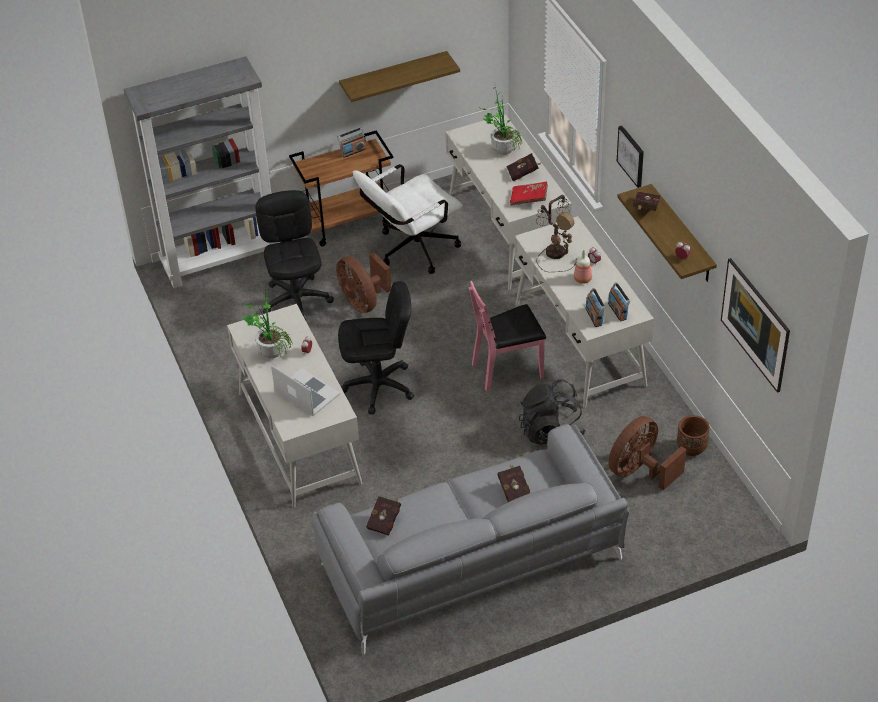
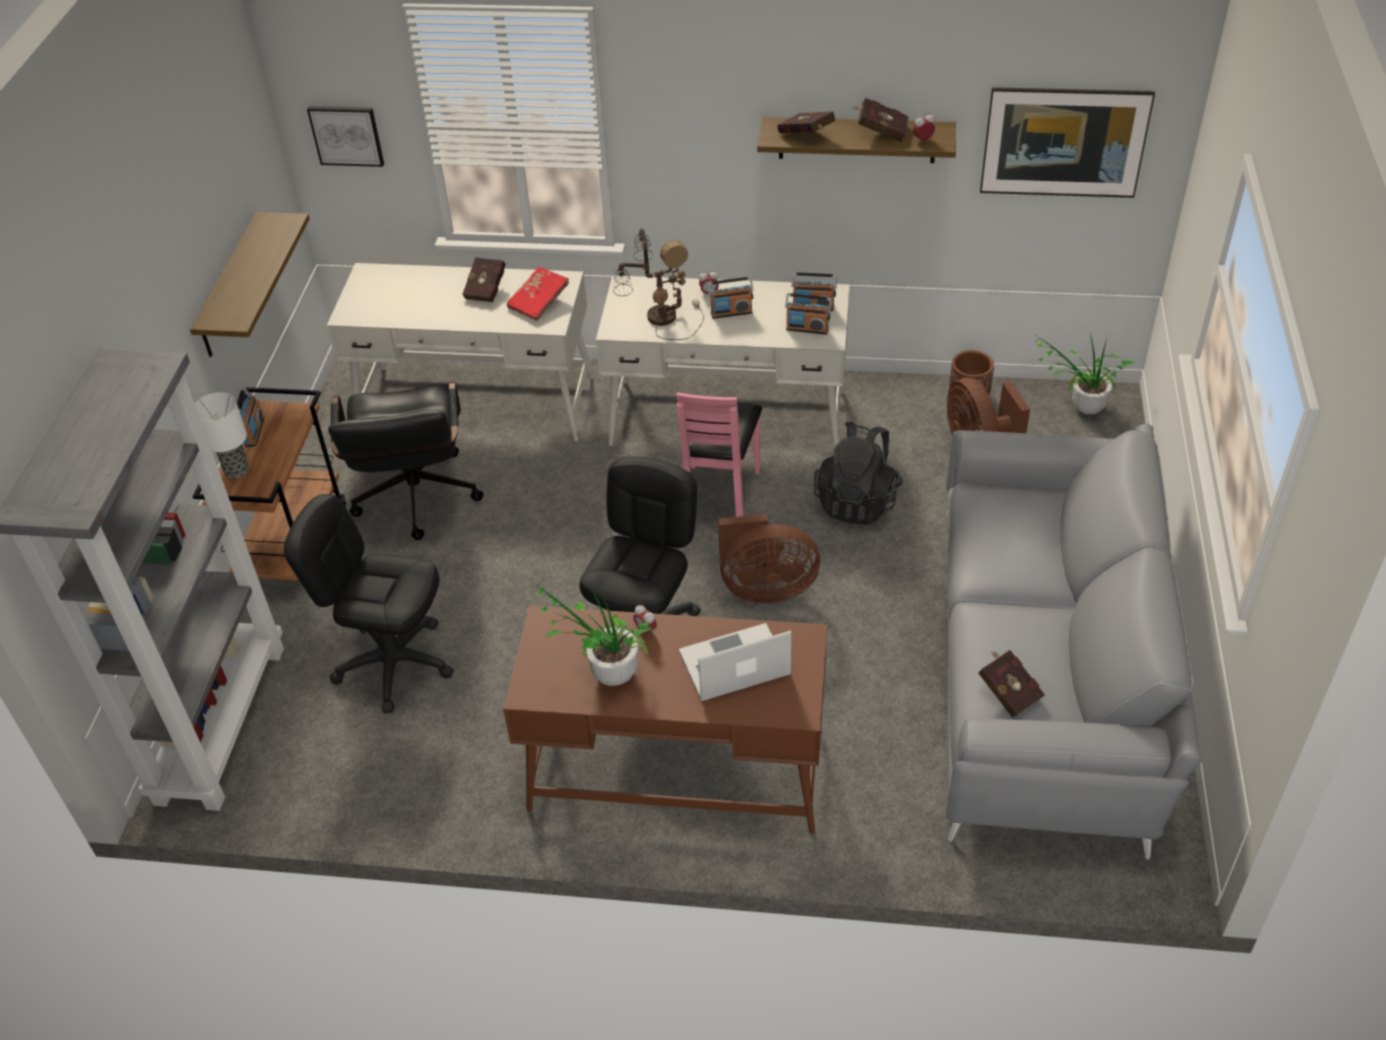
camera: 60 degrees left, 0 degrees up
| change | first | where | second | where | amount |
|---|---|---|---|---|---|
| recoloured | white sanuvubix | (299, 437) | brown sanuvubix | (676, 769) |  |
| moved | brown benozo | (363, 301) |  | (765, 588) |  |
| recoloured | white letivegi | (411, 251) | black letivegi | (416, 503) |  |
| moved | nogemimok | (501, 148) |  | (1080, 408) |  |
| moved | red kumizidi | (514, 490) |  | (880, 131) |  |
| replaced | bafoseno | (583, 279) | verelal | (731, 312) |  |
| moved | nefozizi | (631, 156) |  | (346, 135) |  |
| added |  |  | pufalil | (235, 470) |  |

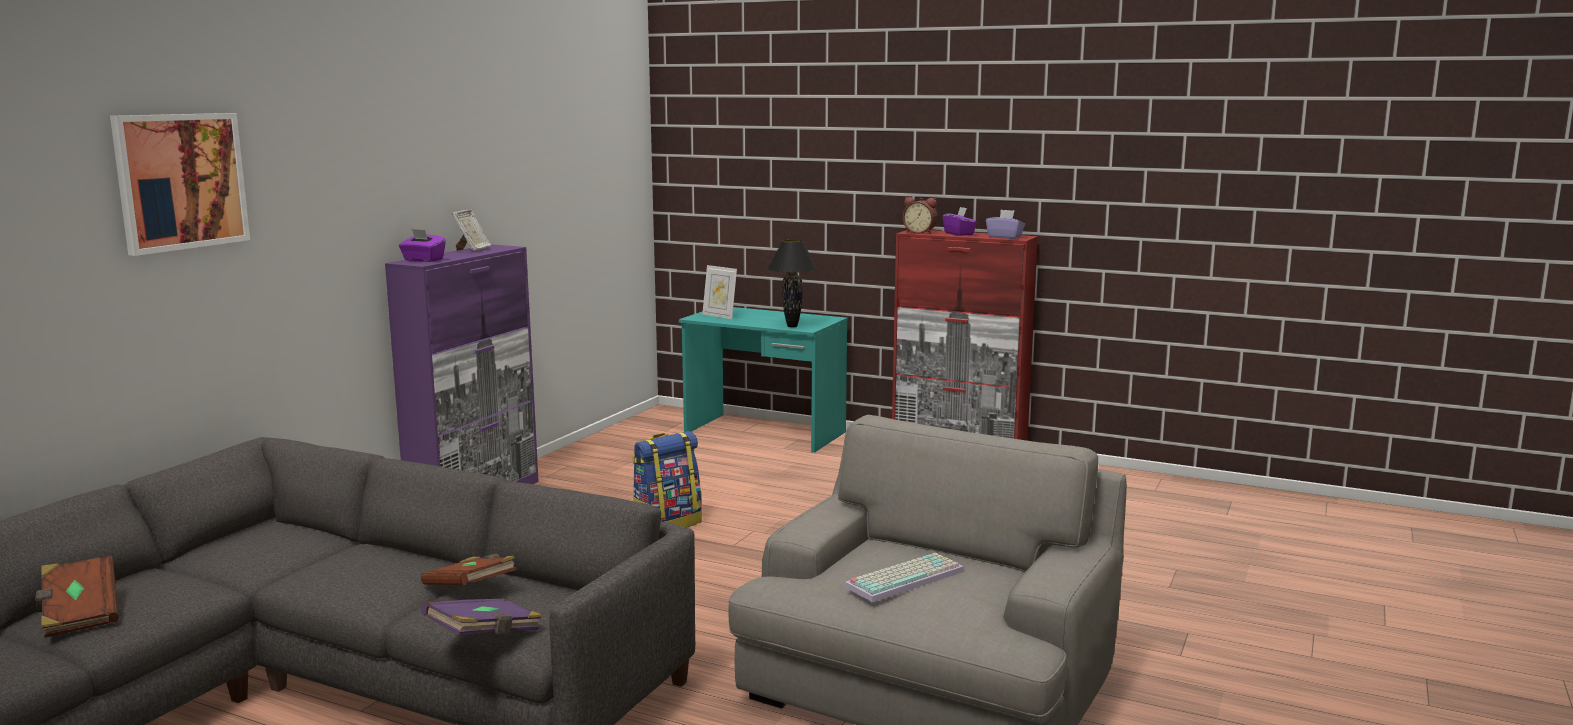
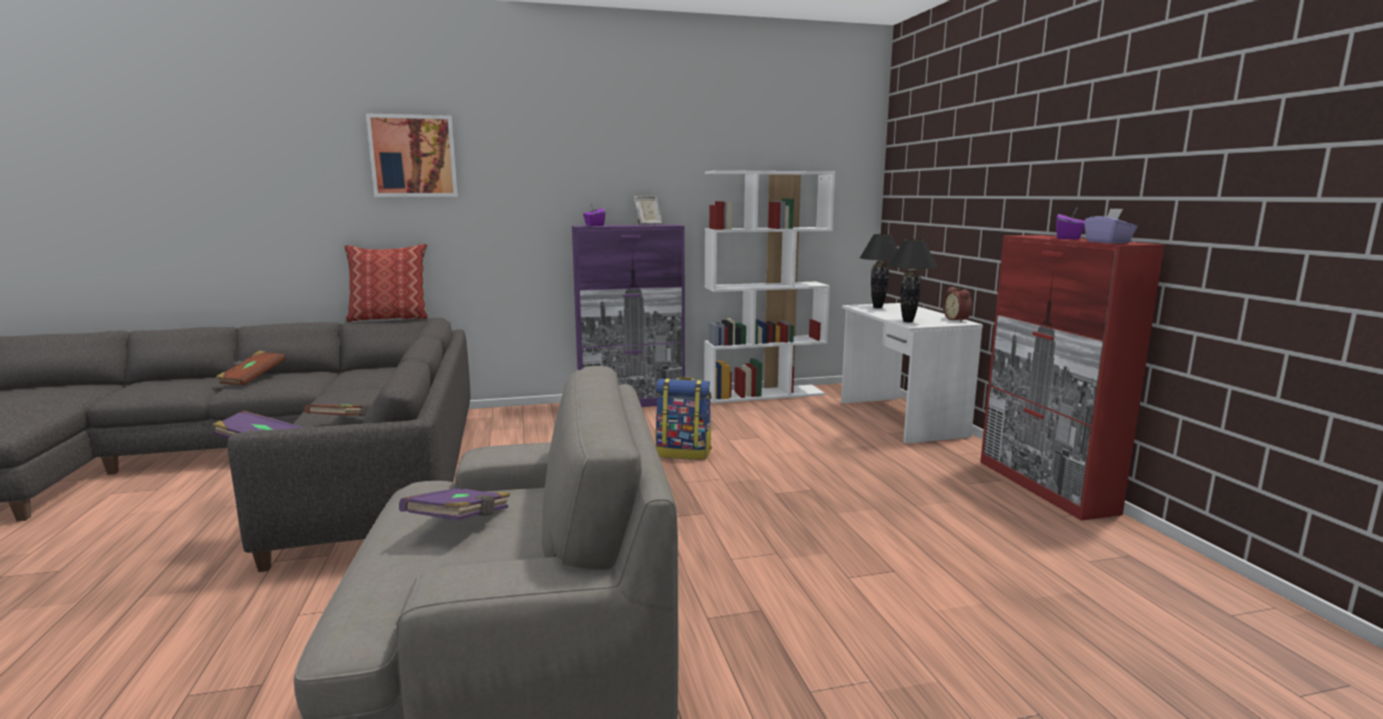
camera: 50 degrees right, 0 degrees up
| change | first | where | second | where | amount |
|---|---|---|---|---|---|
| recoloured | turquoise sanuvubix | (764, 433) | white sanuvubix | (899, 419) |  |
| replaced | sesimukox | (719, 316) | black pufalil | (878, 307) |  |
| replaced | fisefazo | (904, 578) | purple kumizidi | (461, 522) |  |
| moved | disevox | (920, 232) |  | (957, 319) |  |
| added |  |  | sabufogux | (390, 318) |  |
| added |  |  | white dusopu | (764, 394) |  |

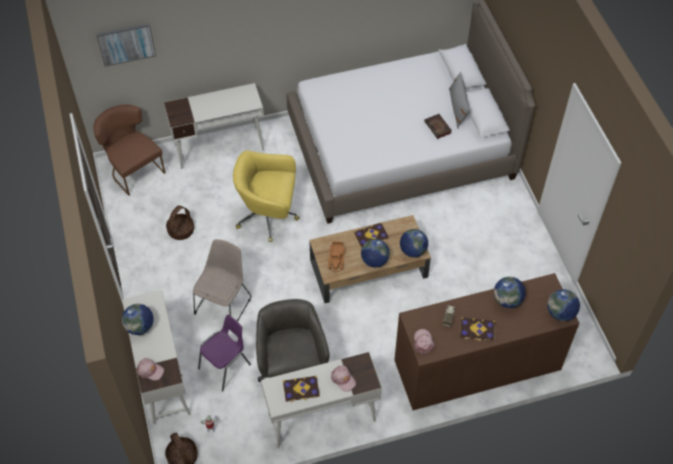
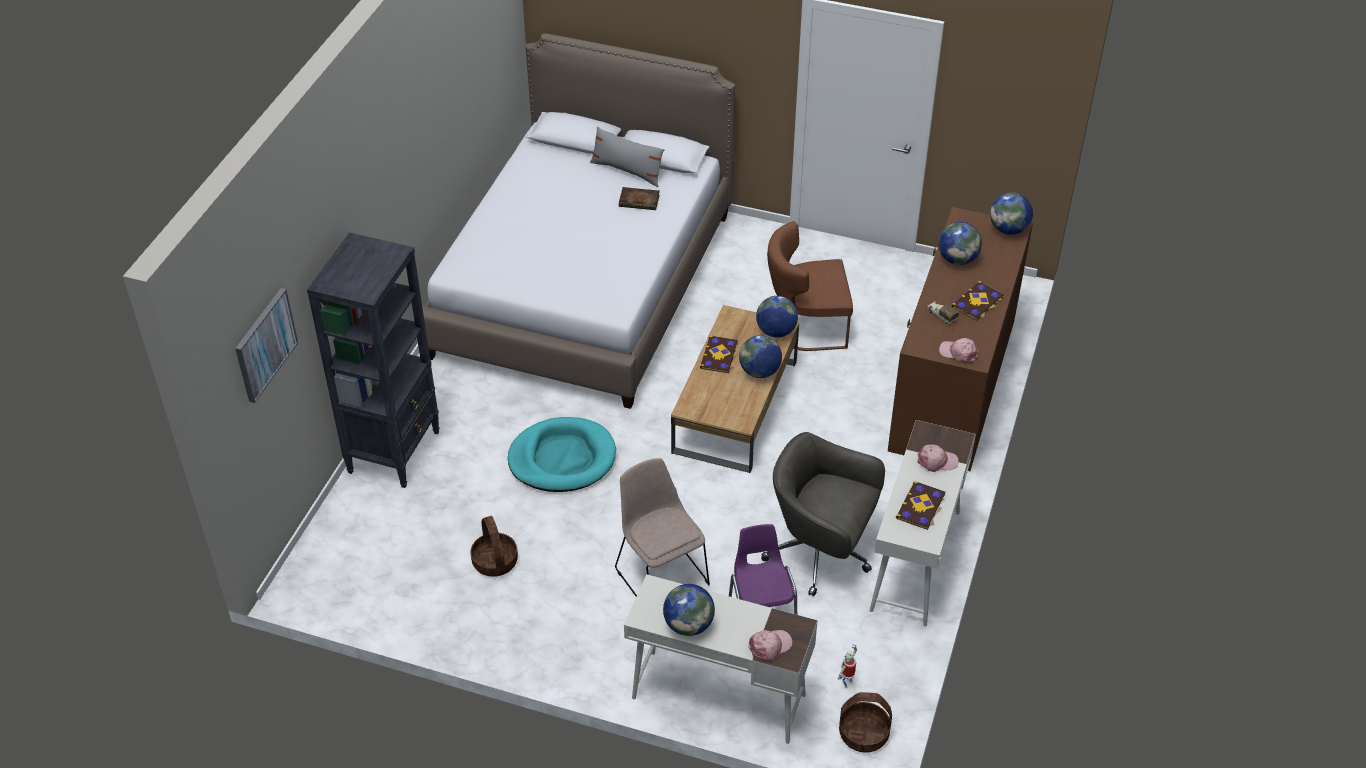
camera: 55 degrees left, 10 degrees down
| change | first | where | second | where | amount |
|---|---|---|---|---|---|
| moved | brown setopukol | (134, 170) |  | (805, 327) |  |
| replaced | white sanuvubix | (220, 147) | black dusopu | (394, 451) |  |
| replaced | yellow letivegi | (269, 216) | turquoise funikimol | (562, 458) |  |
| removed | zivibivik | (337, 258) |  |  |  |

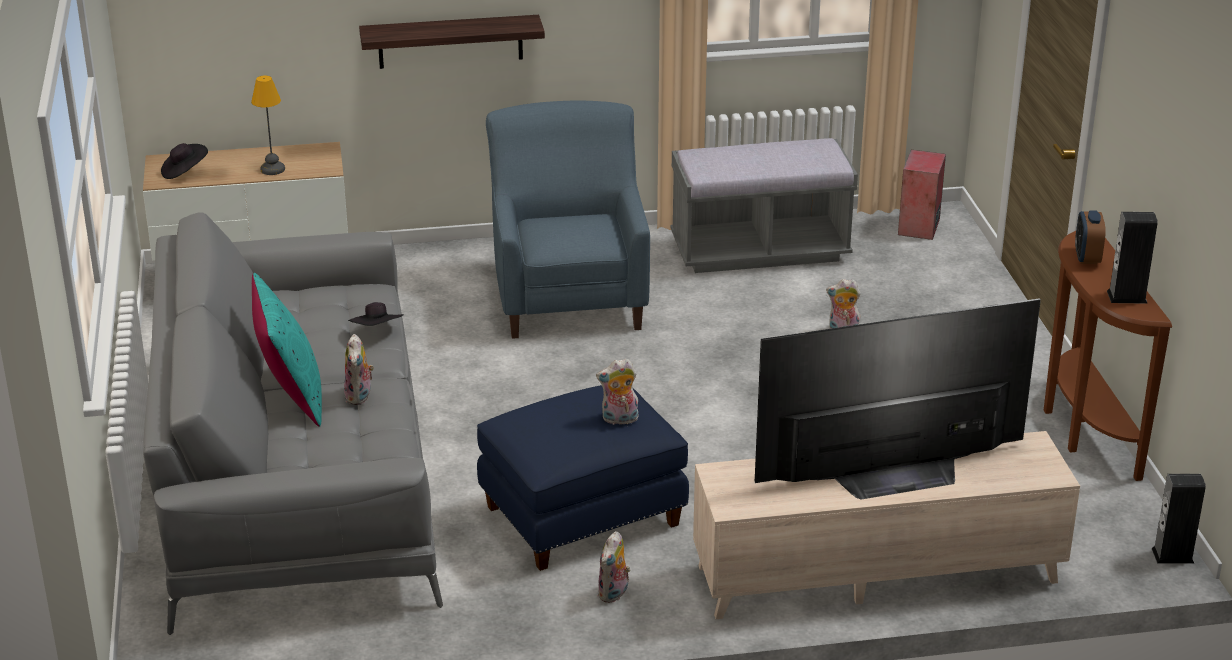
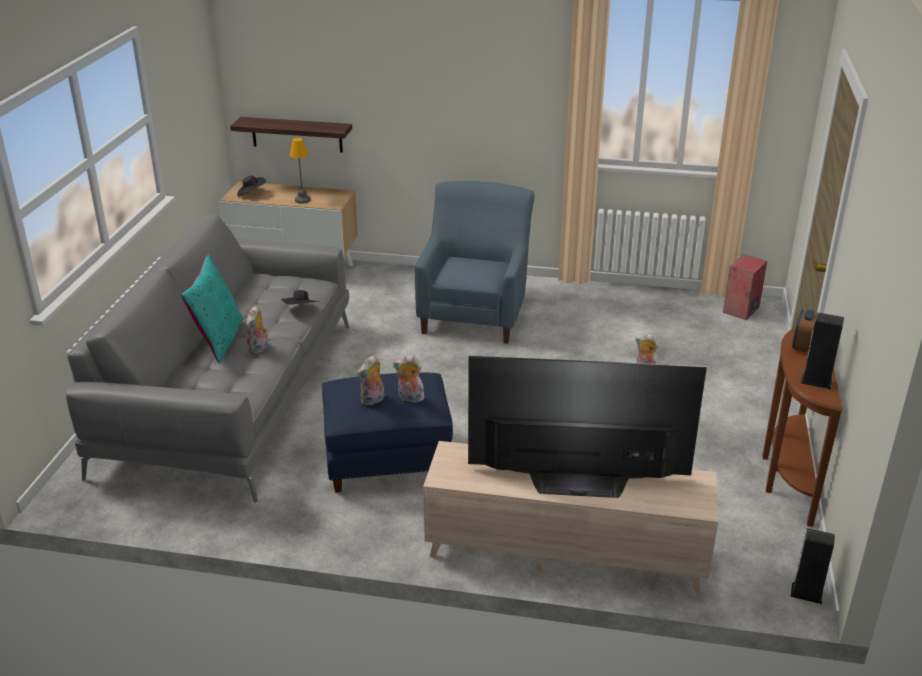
camera: 20 degrees right, 0 degrees up
| change | first | where | second | where | amount |
|---|---|---|---|---|---|
| moved | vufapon | (450, 41) |  | (296, 134) |  |
| moved | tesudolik | (614, 594) |  | (372, 400) |  |
| removed | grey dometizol | (759, 250) |  |  |  |

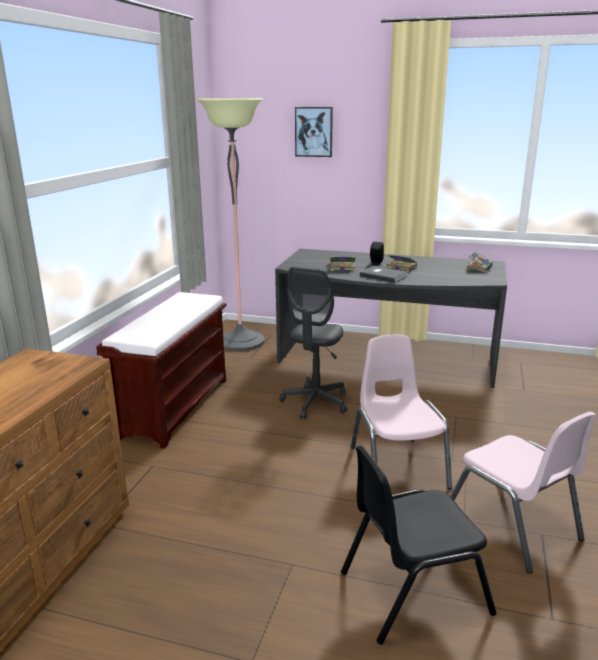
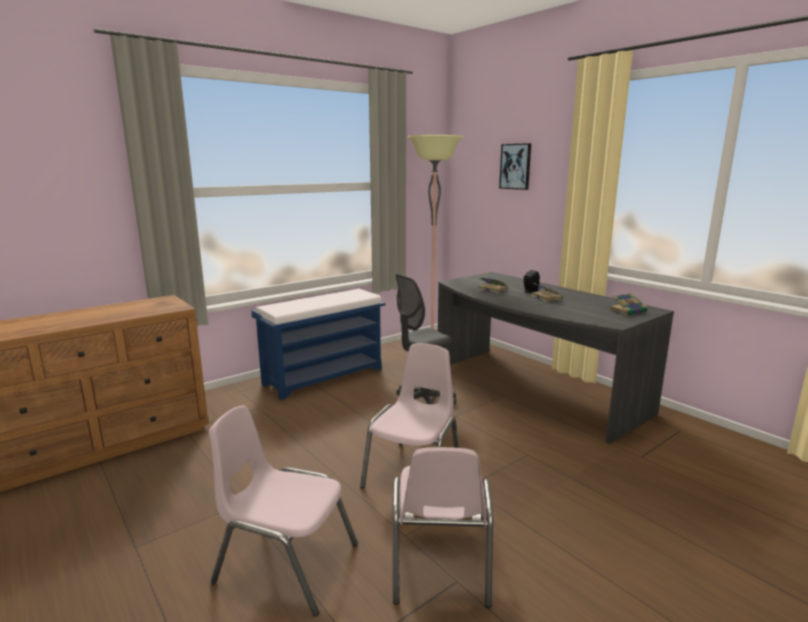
camera: 35 degrees right, 5 degrees down
| change | first | where | second | where | amount |
|---|---|---|---|---|---|
| recoloured | brown dometizol | (175, 406) | blue dometizol | (324, 376) |  |
| recoloured | black setopukol | (413, 591) | pink setopukol | (286, 563) |  |
| removed | grey kumizidi | (384, 275) |  |  |  |

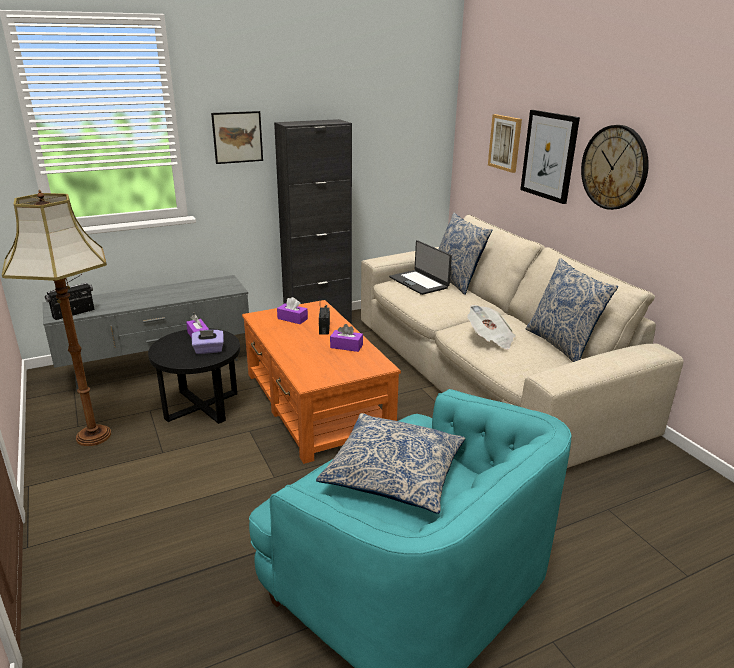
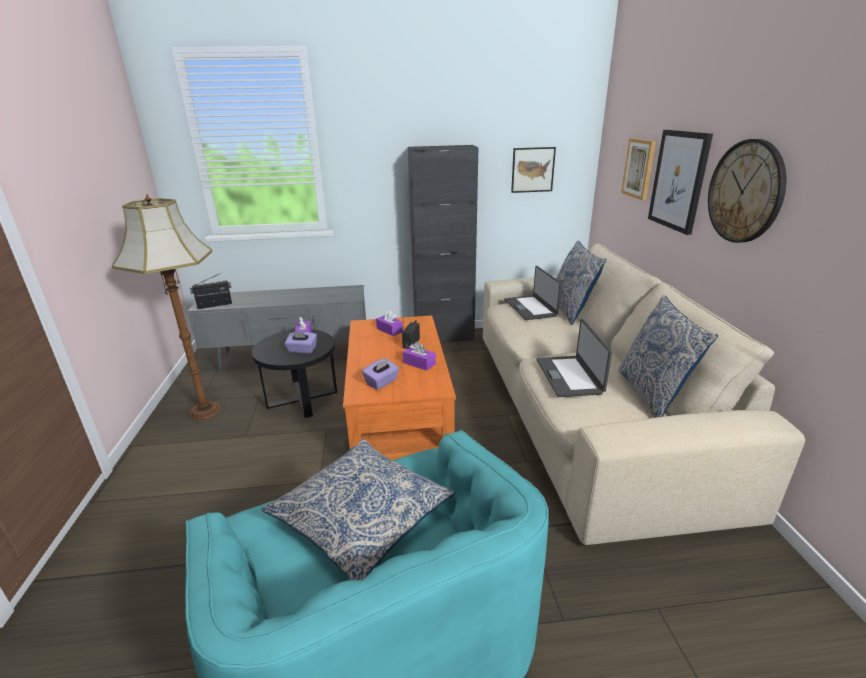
camera: 20 degrees right, 0 degrees up
| change | first | where | second | where | amount |
|---|---|---|---|---|---|
| moved | nefozizi | (237, 137) |  | (532, 170) |  |
| replaced | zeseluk | (490, 339) | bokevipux | (569, 376) |  |
| added |  |  | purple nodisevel | (382, 382) |  |

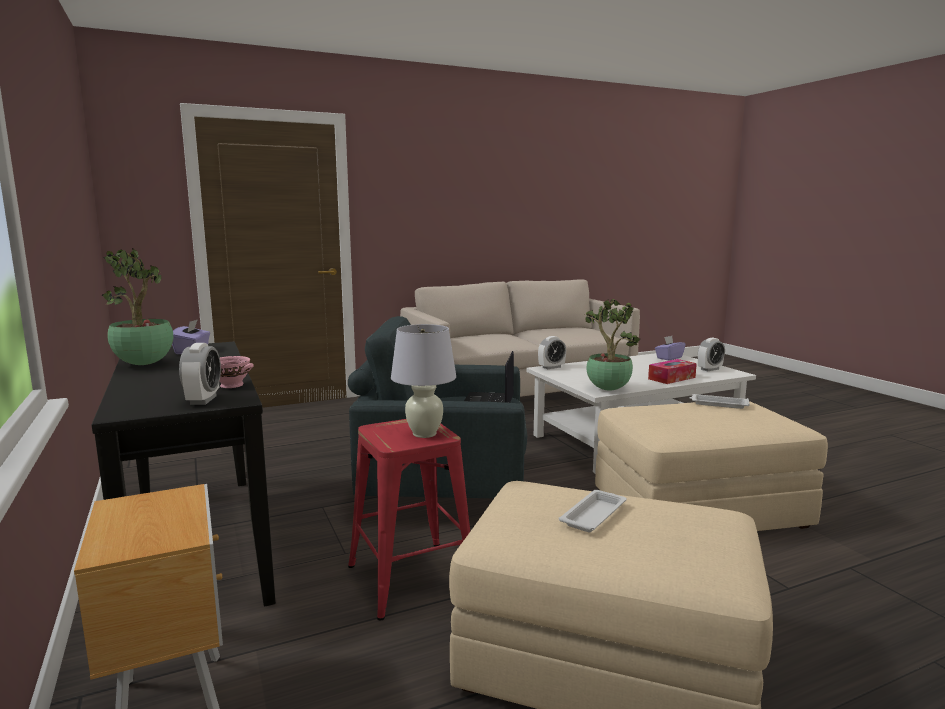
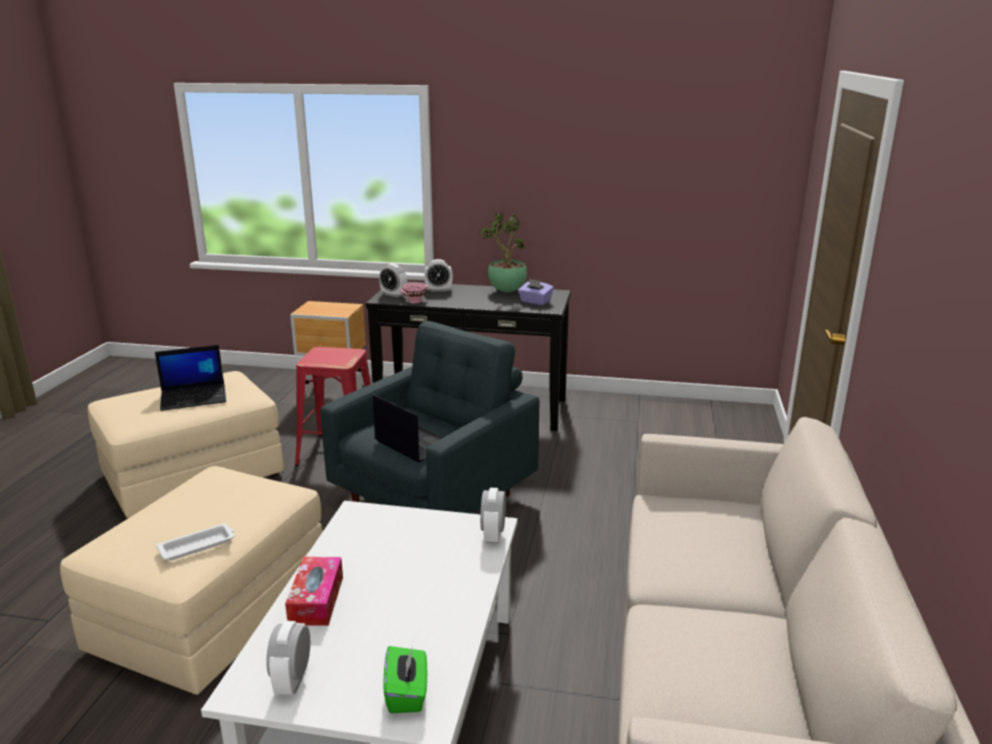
camera: 125 degrees right, 10 degrees up
| change | first | where | second | where | amount |
|---|---|---|---|---|---|
| removed | white pufalil | (424, 434) |  |  |  |
| replaced | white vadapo | (594, 515) | bokevipux | (194, 397) |  |
| removed | nogemimok | (607, 389) |  |  |  |
| recoloured | purple nodisevel | (669, 358) | green nodisevel | (407, 694) |  |
| added |  |  | disevox | (438, 290) |  |

